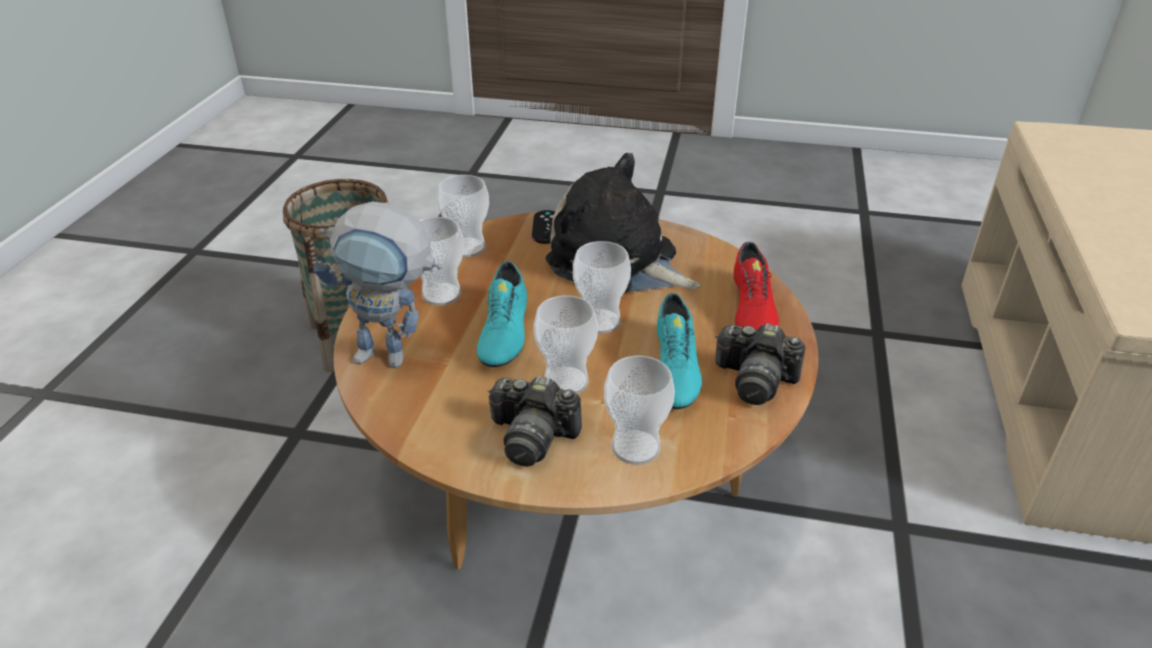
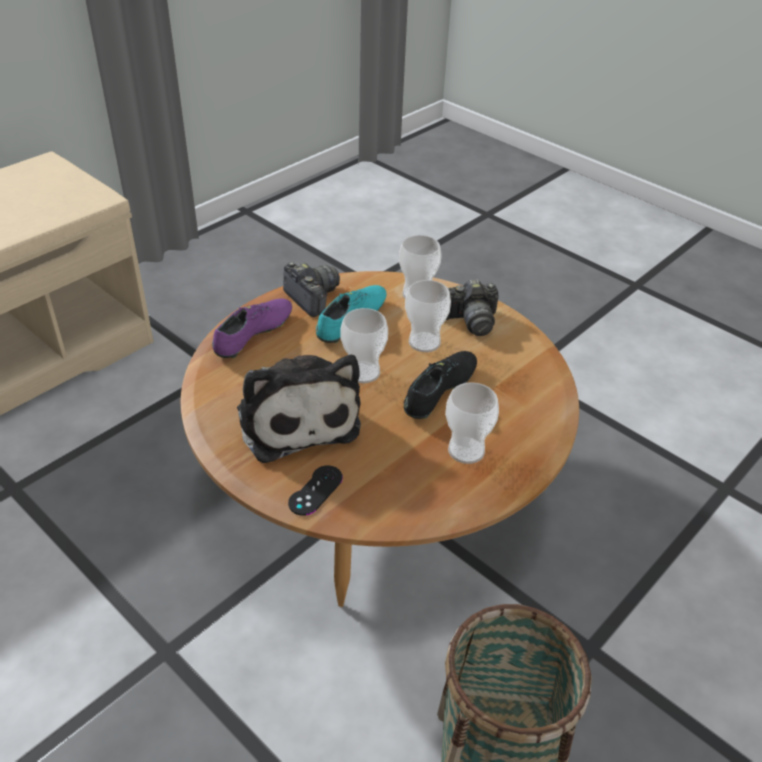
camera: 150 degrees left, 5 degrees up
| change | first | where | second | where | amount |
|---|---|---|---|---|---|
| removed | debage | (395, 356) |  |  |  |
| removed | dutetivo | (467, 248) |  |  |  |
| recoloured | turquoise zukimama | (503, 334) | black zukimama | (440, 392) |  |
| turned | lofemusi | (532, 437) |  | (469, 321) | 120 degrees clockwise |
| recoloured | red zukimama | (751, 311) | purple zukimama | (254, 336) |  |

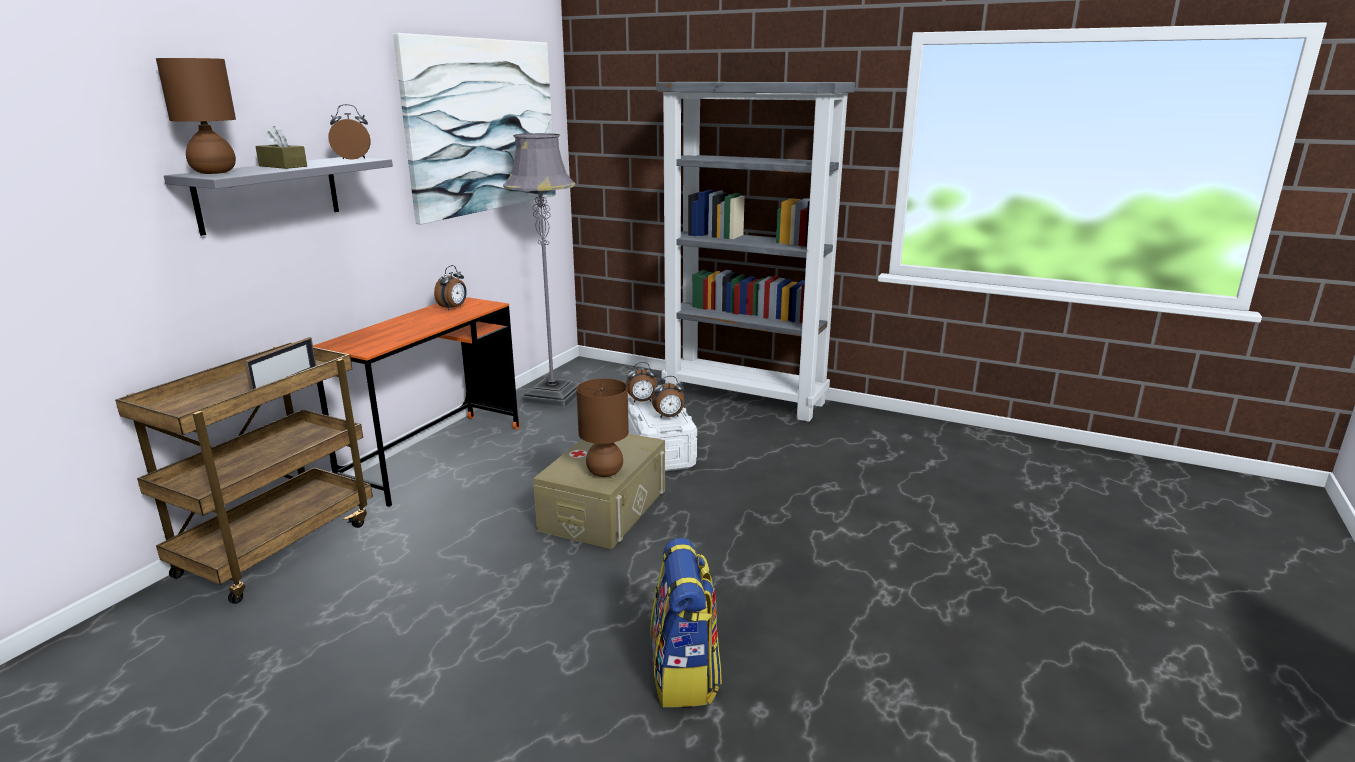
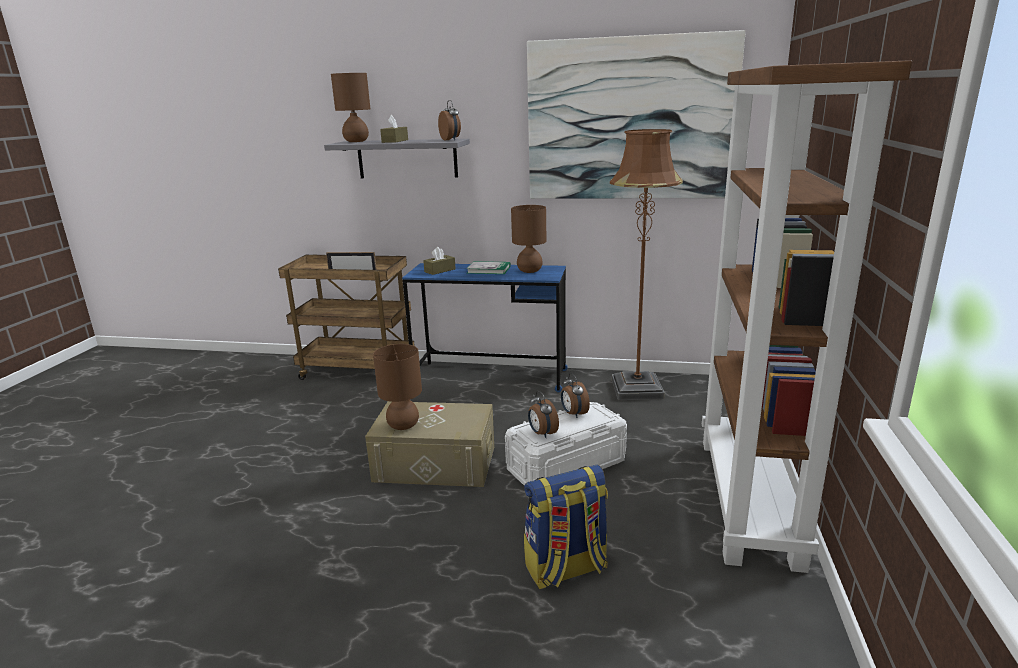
camera: 75 degrees right, 0 degrees up
| change | first | where | second | where | amount |
|---|---|---|---|---|---|
| recoloured | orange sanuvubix | (435, 456) | blue sanuvubix | (490, 377) |  |
| replaced | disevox | (453, 308) | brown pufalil | (530, 271) |  |
| recoloured | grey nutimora | (553, 397) | brown nutimora | (637, 389) |  |
| moved | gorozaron | (685, 675) |  | (566, 569) |  |
| recoloured | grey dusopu | (745, 398) | brown dusopu | (749, 499) |  |
| added |  |  | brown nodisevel | (440, 270) |  |
| added |  |  | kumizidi | (488, 270) |  |

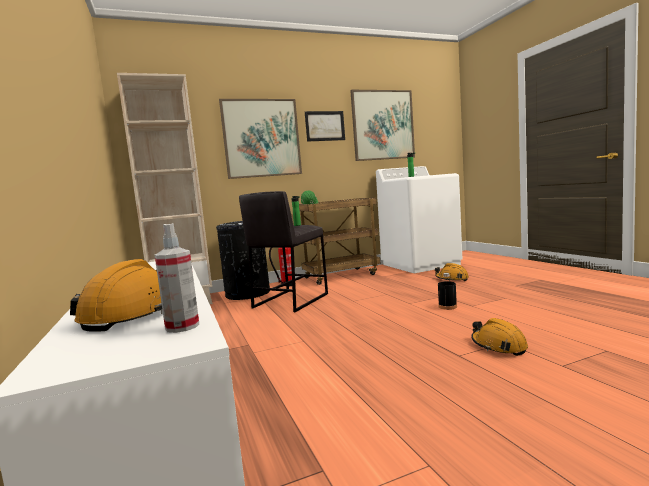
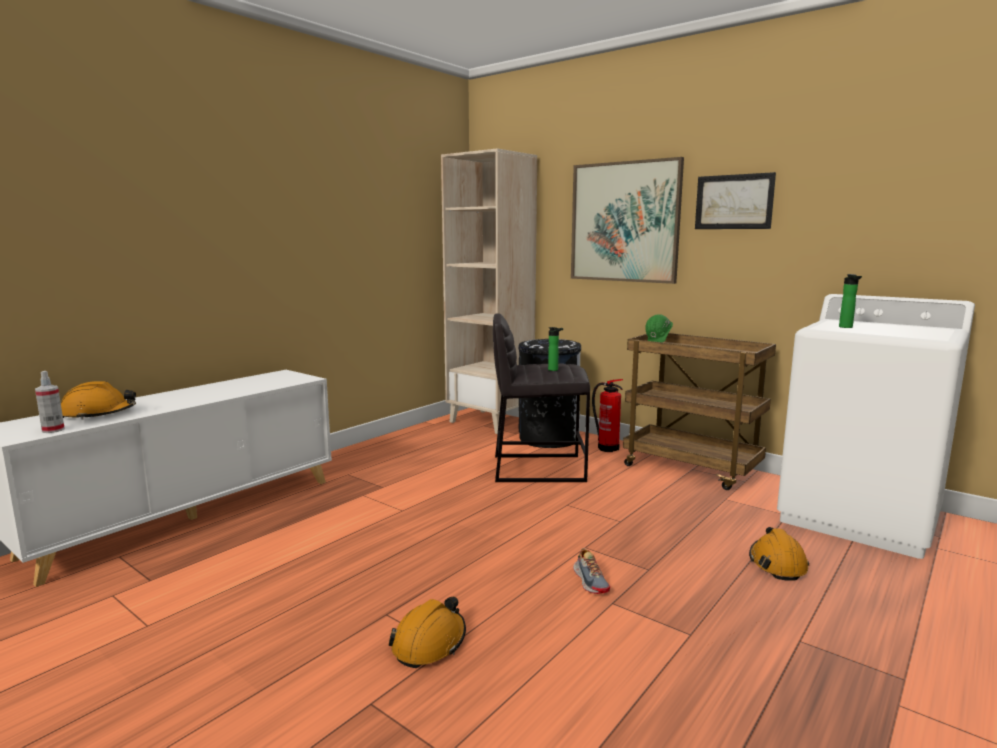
camera: 60 degrees right, 5 degrees up
| change | first | where | second | where | amount |
|---|---|---|---|---|---|
| removed | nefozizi | (383, 125) |  |  |  |
| replaced | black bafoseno | (447, 306) | zukimama | (591, 581) |  |

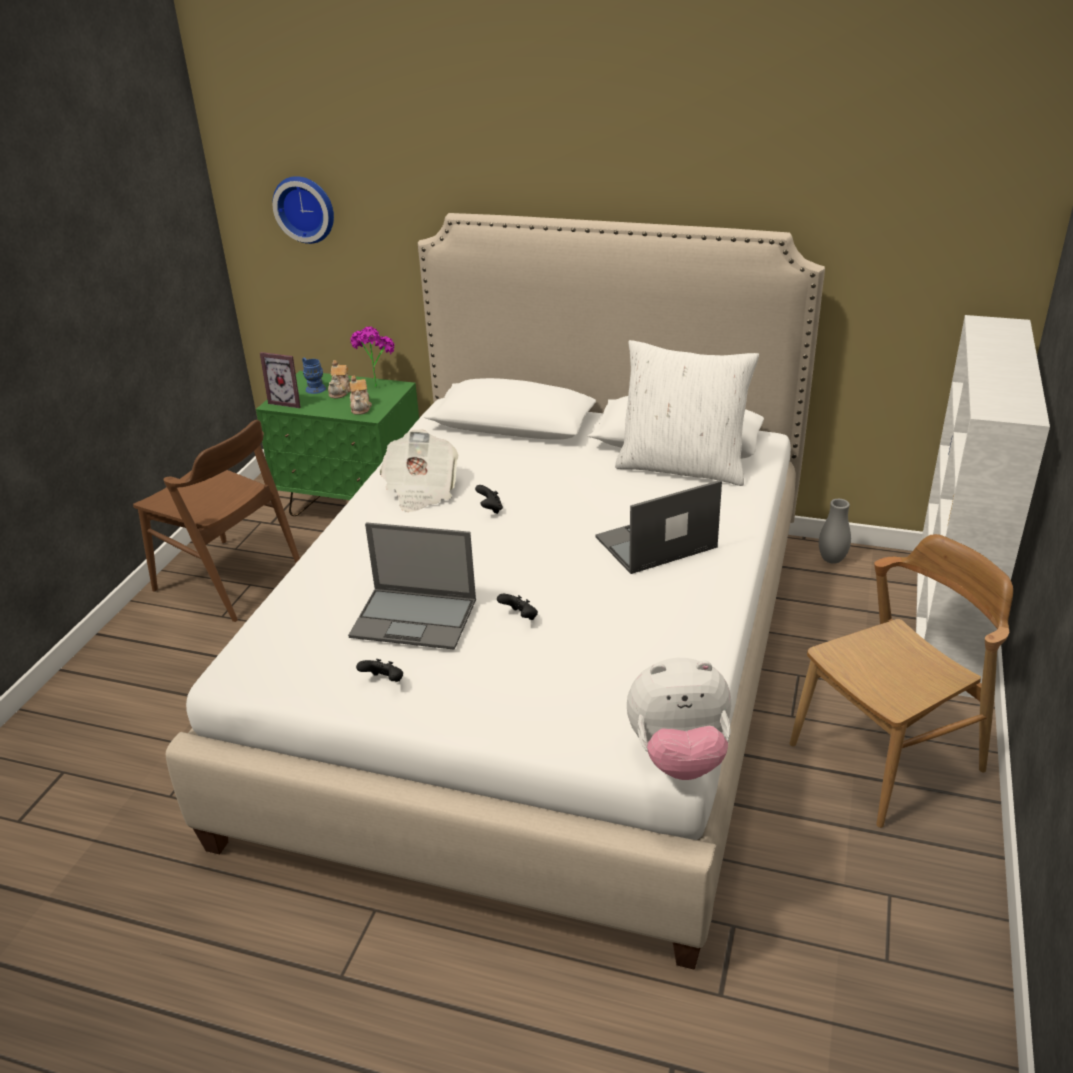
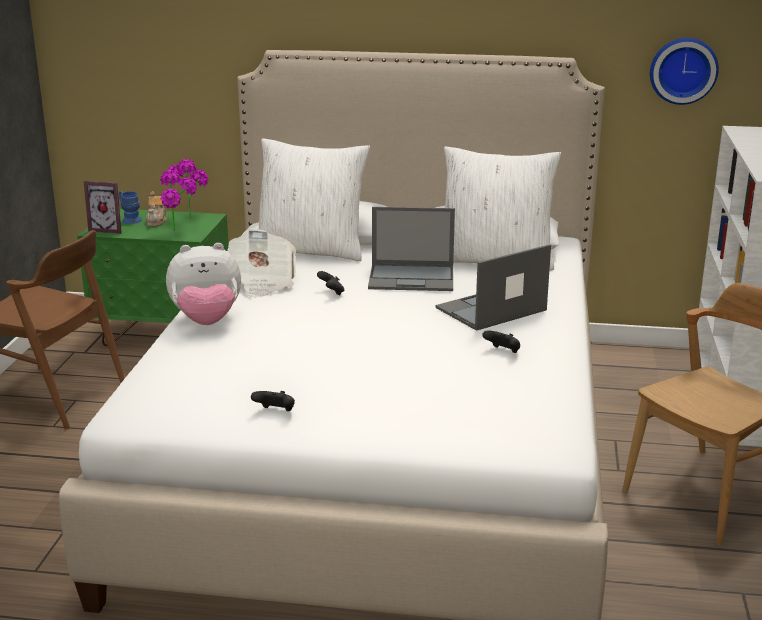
camera: 10 degrees left, 10 degrees down
| change | first | where | second | where | amount |
|---|---|---|---|---|---|
| moved | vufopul | (306, 208) |  | (683, 70) |  |
| moved | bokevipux | (415, 618) |  | (412, 278) |  |
| replaced | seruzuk | (361, 407) | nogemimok | (180, 231) |  |
| moved | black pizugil | (520, 617) |  | (502, 352) |  |
| moved | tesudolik | (679, 757) |  | (206, 321) |  |
| removed | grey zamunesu | (832, 560) |  |  |  |
| added |  |  | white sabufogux | (311, 250) |  |

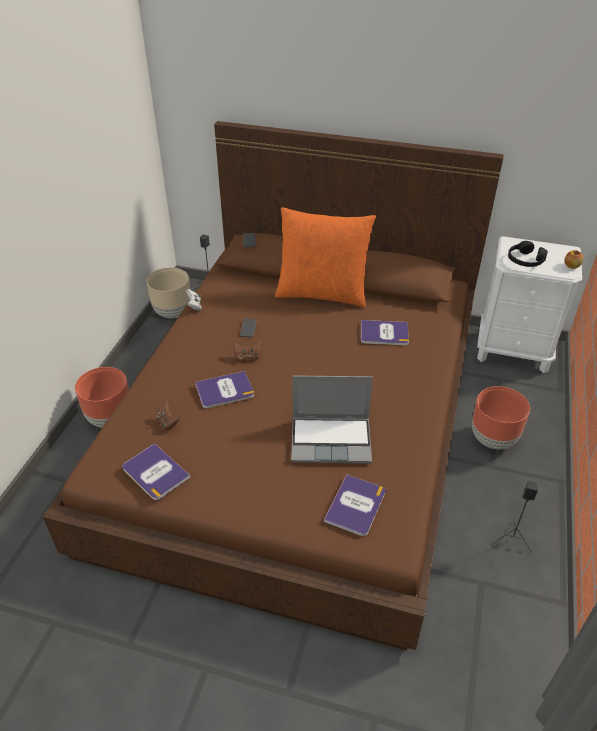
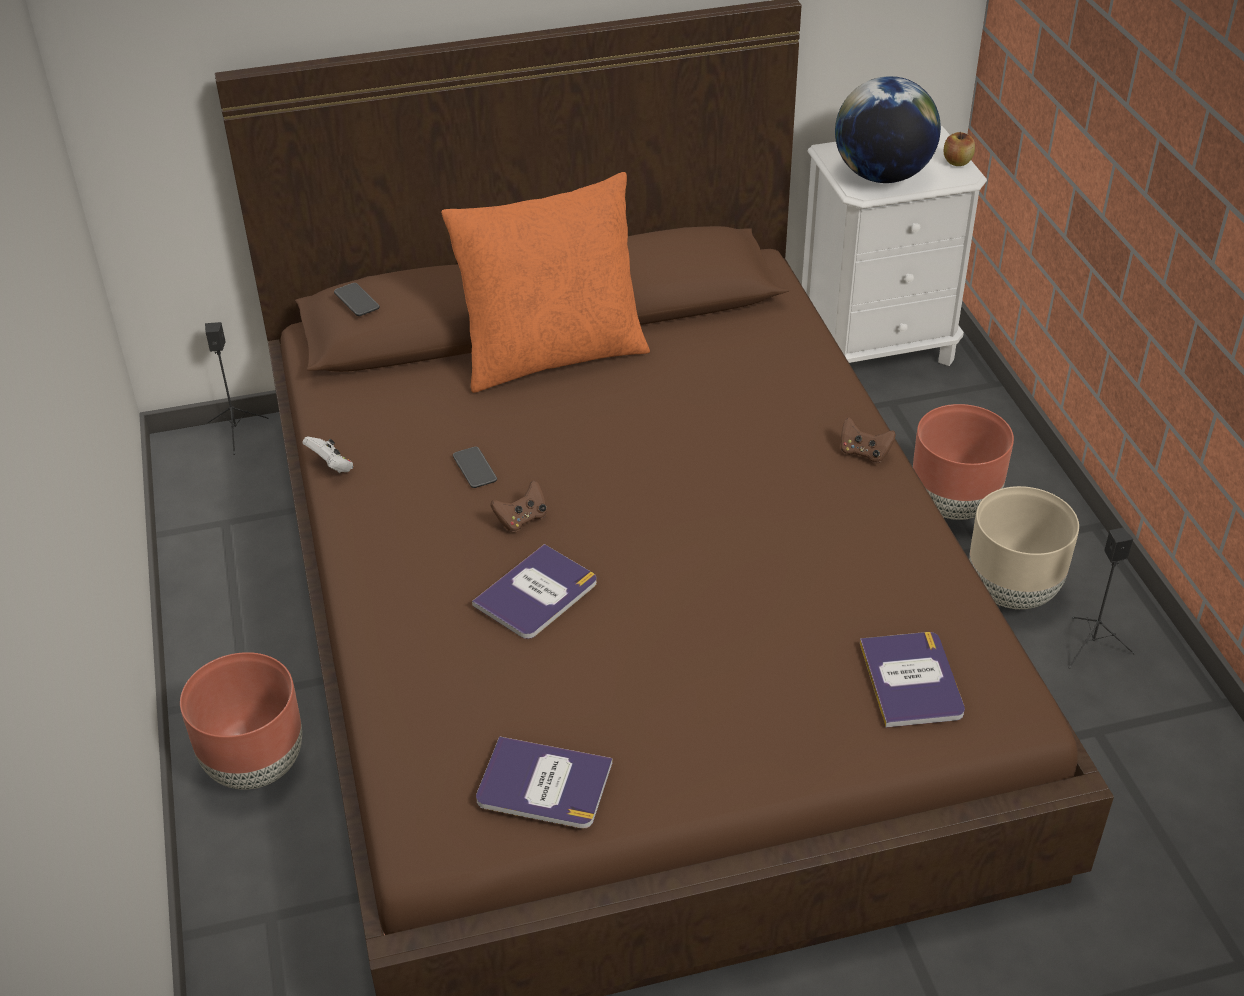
camera: 30 degrees left, 0 degrees up
| change | first | where | second | where | amount |
|---|---|---|---|---|---|
| moved | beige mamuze | (173, 313) |  | (1013, 591) |  |
| moved | brown pizugil | (168, 422) |  | (864, 453) |  |
| removed | bokevipux | (332, 440) |  |  |  |
| removed | kumizidi | (384, 333) |  |  |  |
| replaced | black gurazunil | (525, 260) | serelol | (882, 175) |  |

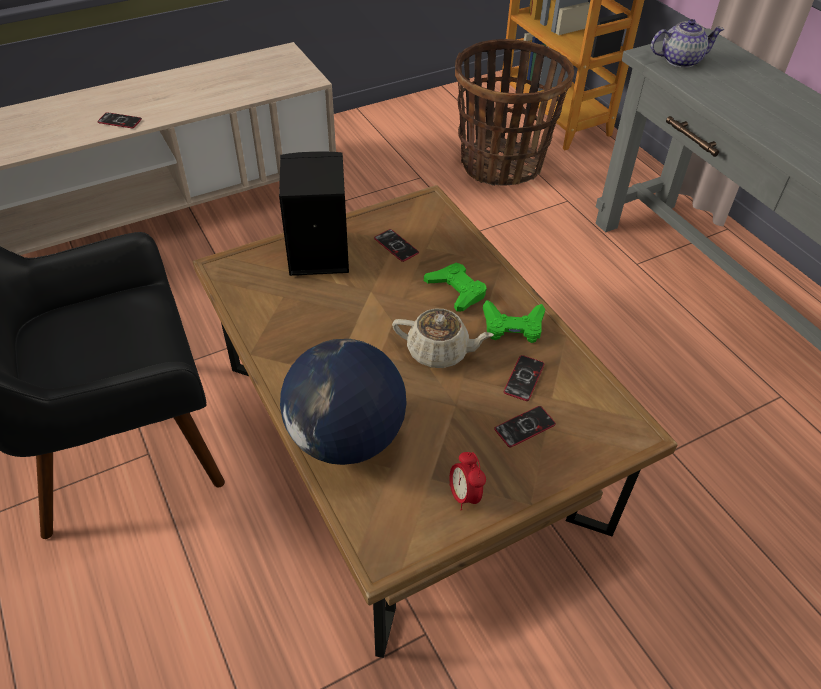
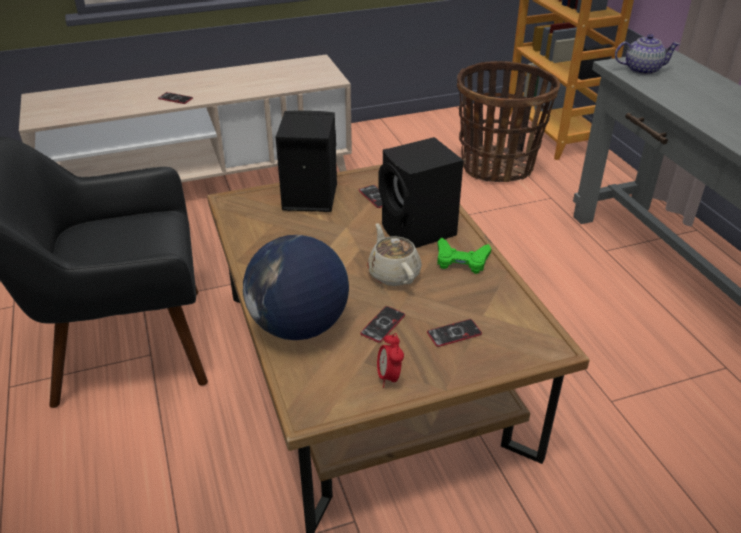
camera: 10 degrees right, 10 degrees down
| change | first | where | second | where | amount |
|---|---|---|---|---|---|
| turned | beige seruzuk | (439, 352) |  | (393, 273) | 135 degrees counterclockwise |
| replaced | green pizugil | (456, 290) | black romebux | (419, 232) |  |
| moved | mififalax | (524, 378) |  | (383, 325) |  |

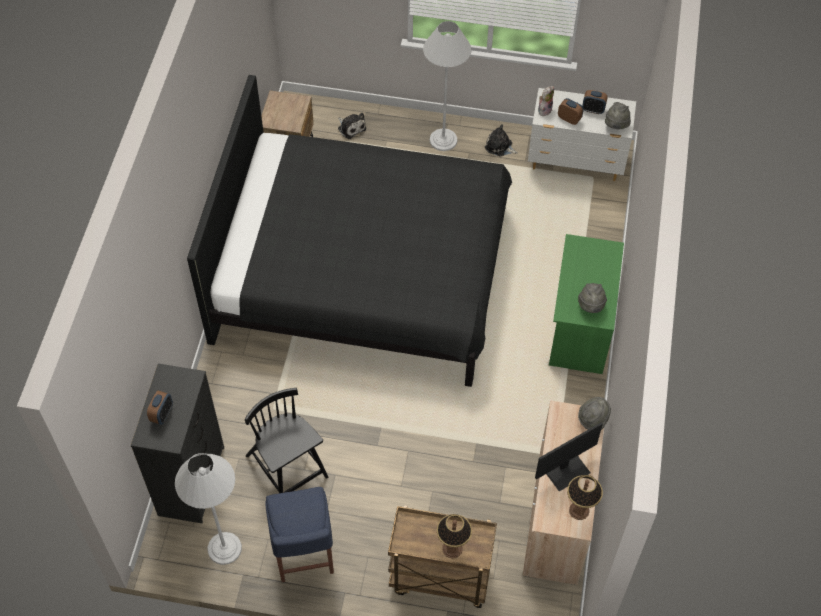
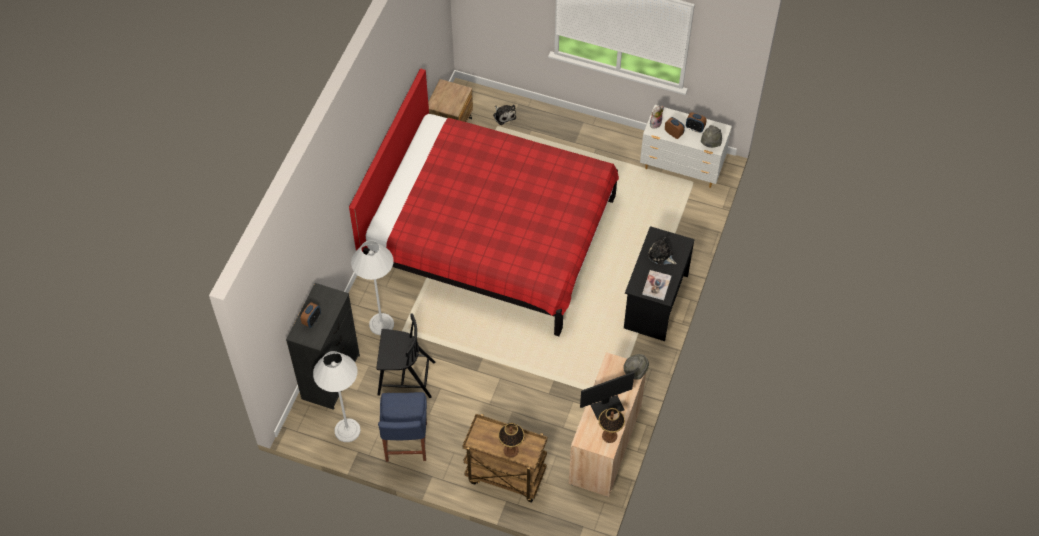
camera: 10 degrees right, 0 degrees up
| change | first | where | second | where | amount |
|---|---|---|---|---|---|
| recoloured | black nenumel | (362, 273) | red nenumel | (491, 235) |  |
| turned | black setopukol | (287, 468) |  | (405, 378) | 120 degrees clockwise |
| moved | white nutimora | (443, 140) |  | (381, 324) |  |
| moved | tesudolik | (499, 147) |  | (661, 255) |  |
| recoloured | green sanuvubix | (579, 327) | black sanuvubix | (655, 301) |  |
| replaced | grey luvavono | (591, 306) | kumizidi | (656, 285) |  |

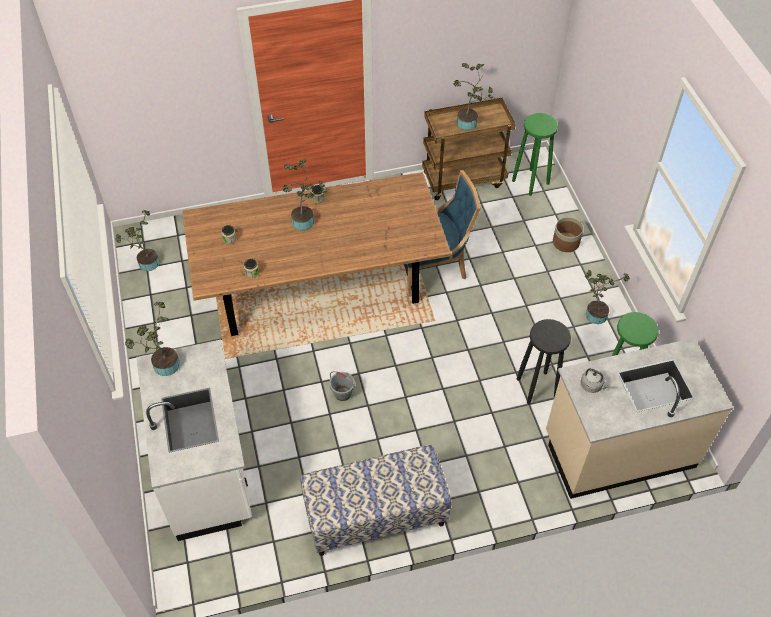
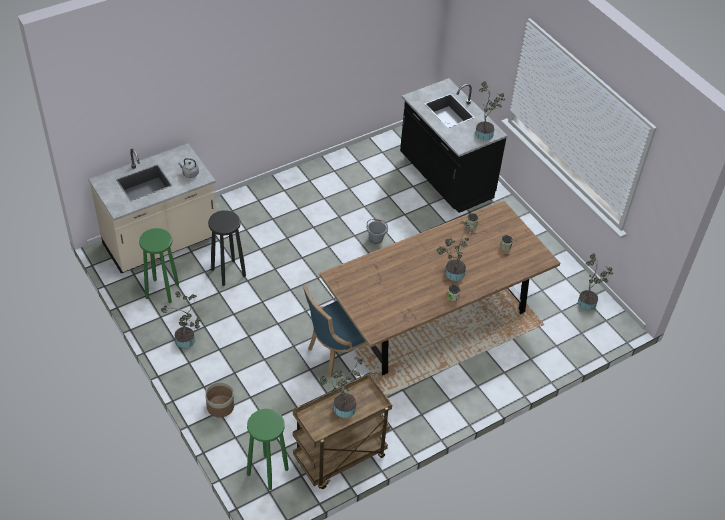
camera: 160 degrees right, 5 degrees down
| change | first | where | second | where | amount |
|---|---|---|---|---|---|
| recoloured | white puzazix | (208, 470) | black puzazix | (445, 178) |  |
| removed | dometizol | (375, 516) |  |  |  |

